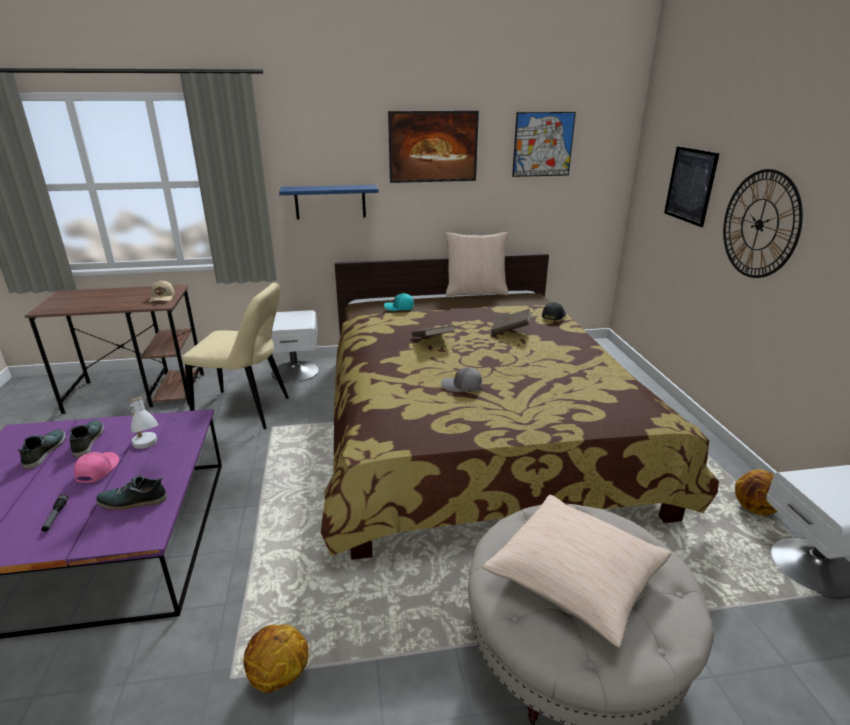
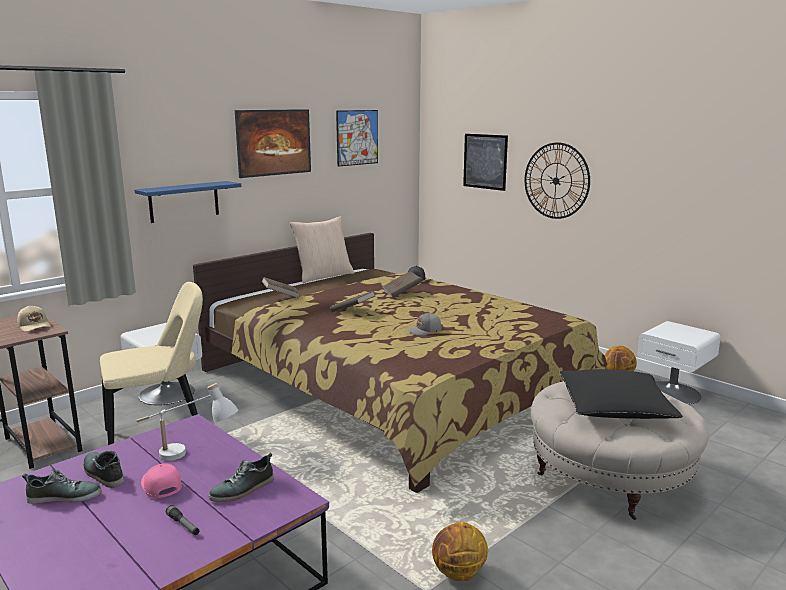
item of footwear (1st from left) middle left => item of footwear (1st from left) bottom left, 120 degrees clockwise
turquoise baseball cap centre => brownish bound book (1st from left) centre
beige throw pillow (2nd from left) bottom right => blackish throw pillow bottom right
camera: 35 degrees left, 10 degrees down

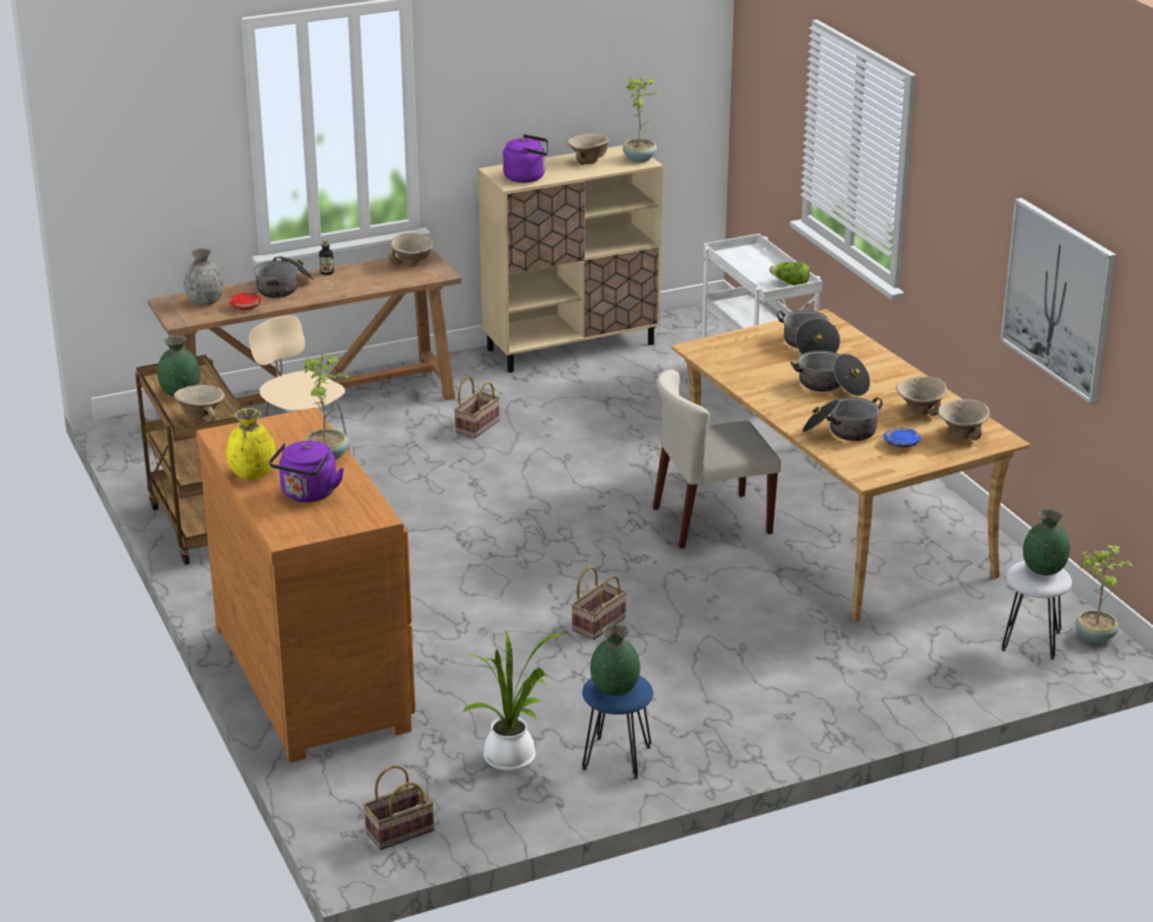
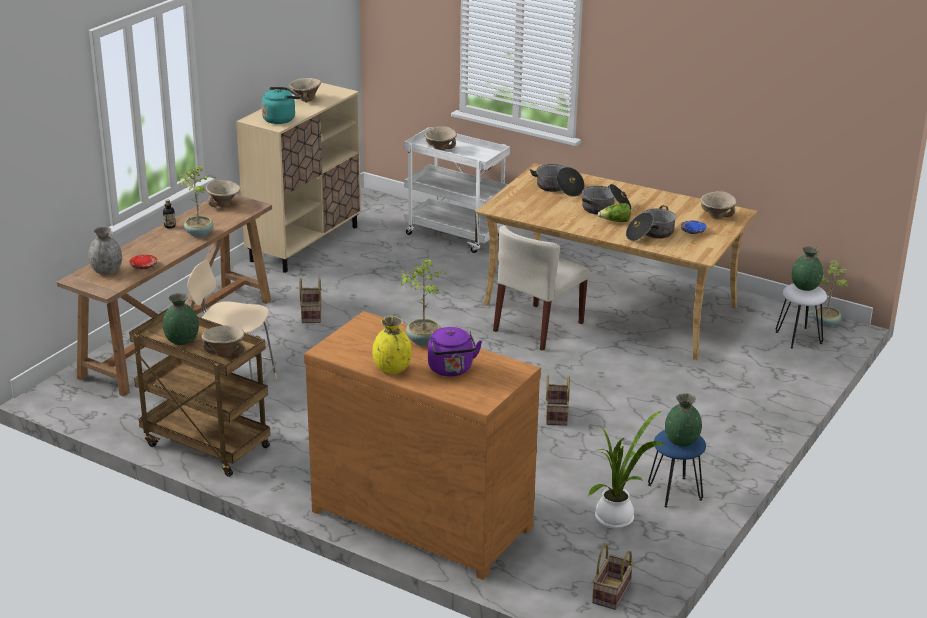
potted plant (3rd from left in the first image) top centre => potted plant (1st from left) top left, moved
purple water kettle (2nd from left) top centre => turquoise water kettle top left
beige serving bowl (4th from left) middle right => beige serving bowl (4th from left) top centre, moved
lettuce head top right => lettuce head centre, moved
stockpot (1st from left) top left => nothing
wall picture top right => nothing
camera: 35 degrees left, 0 degrees up

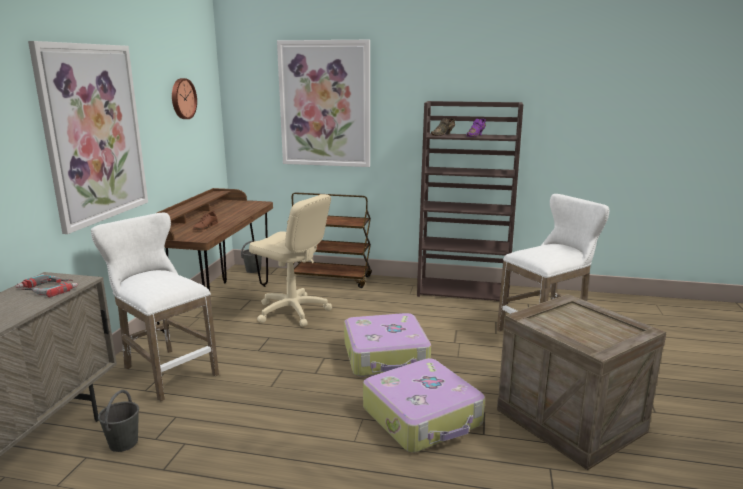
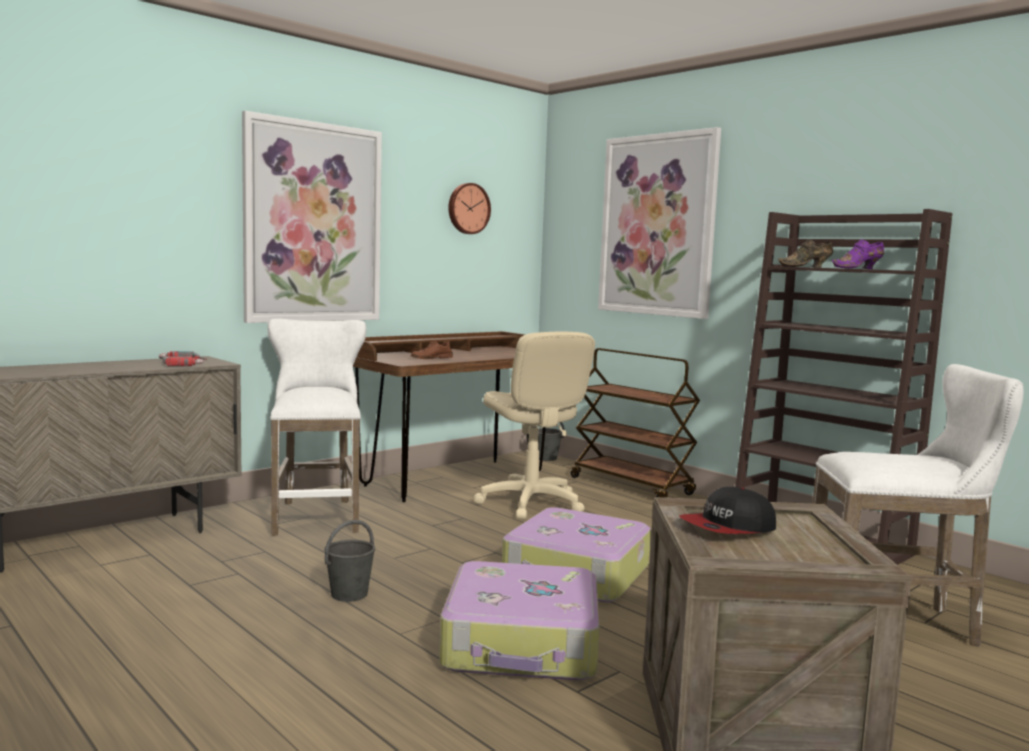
gray pail (1st from left) bottom left => gray pail (1st from left) bottom centre, moved
nothing => baseball cap bottom right
camera: 35 degrees right, 10 degrees down

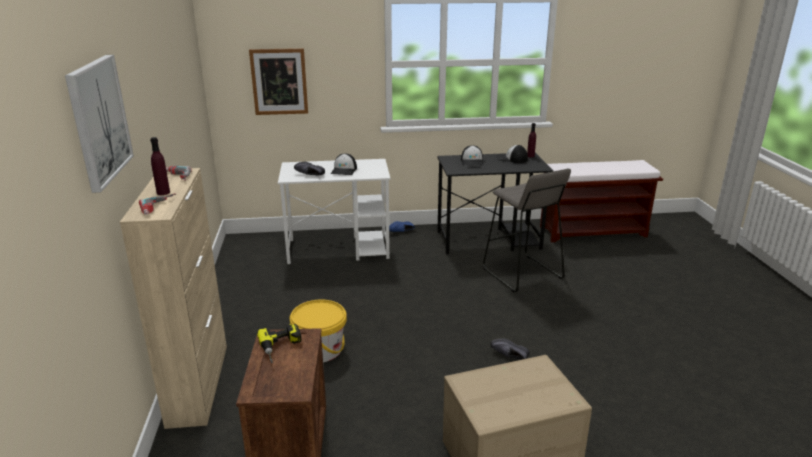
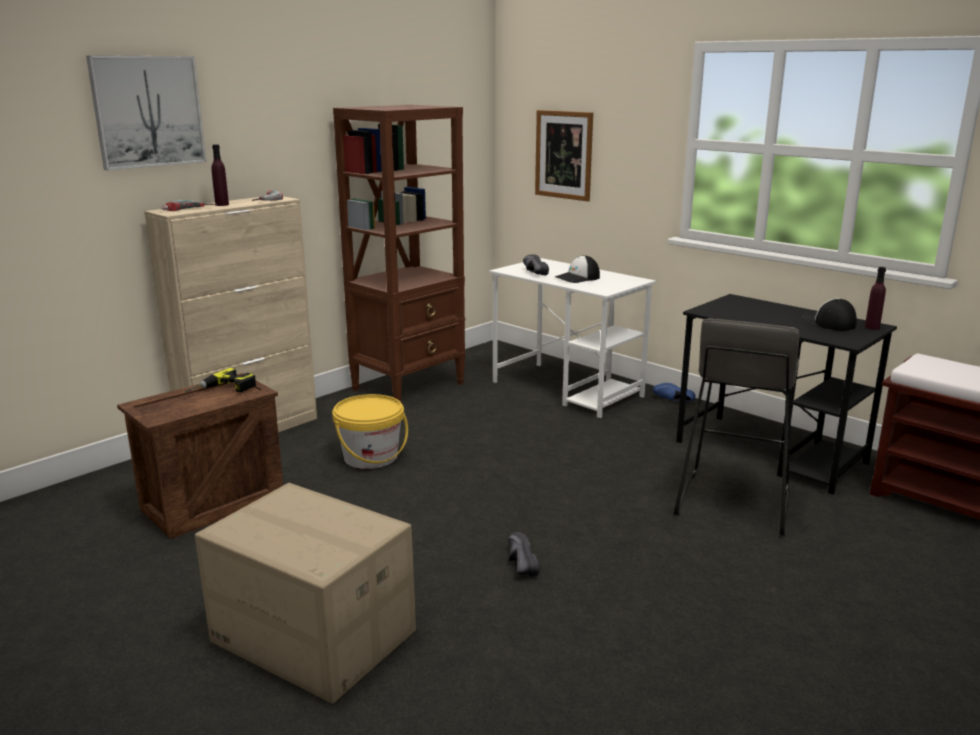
nothing => brownish bookcase centre
baseball cap (2nd from left) centre => nothing
camera: 50 degrees right, 5 degrees down

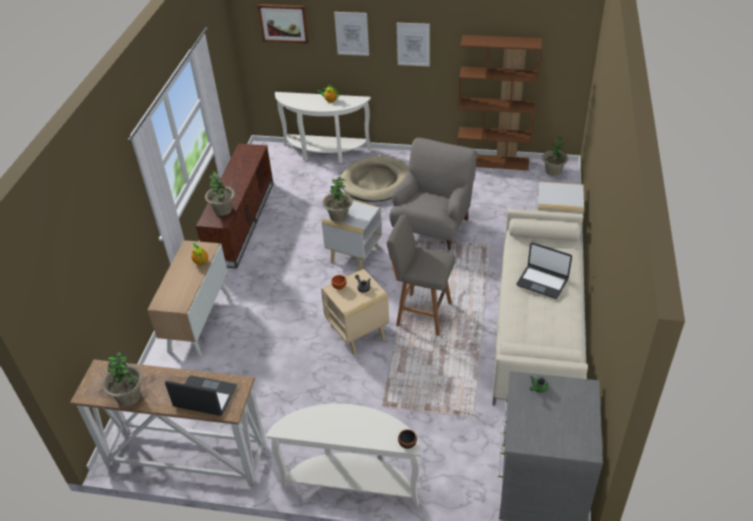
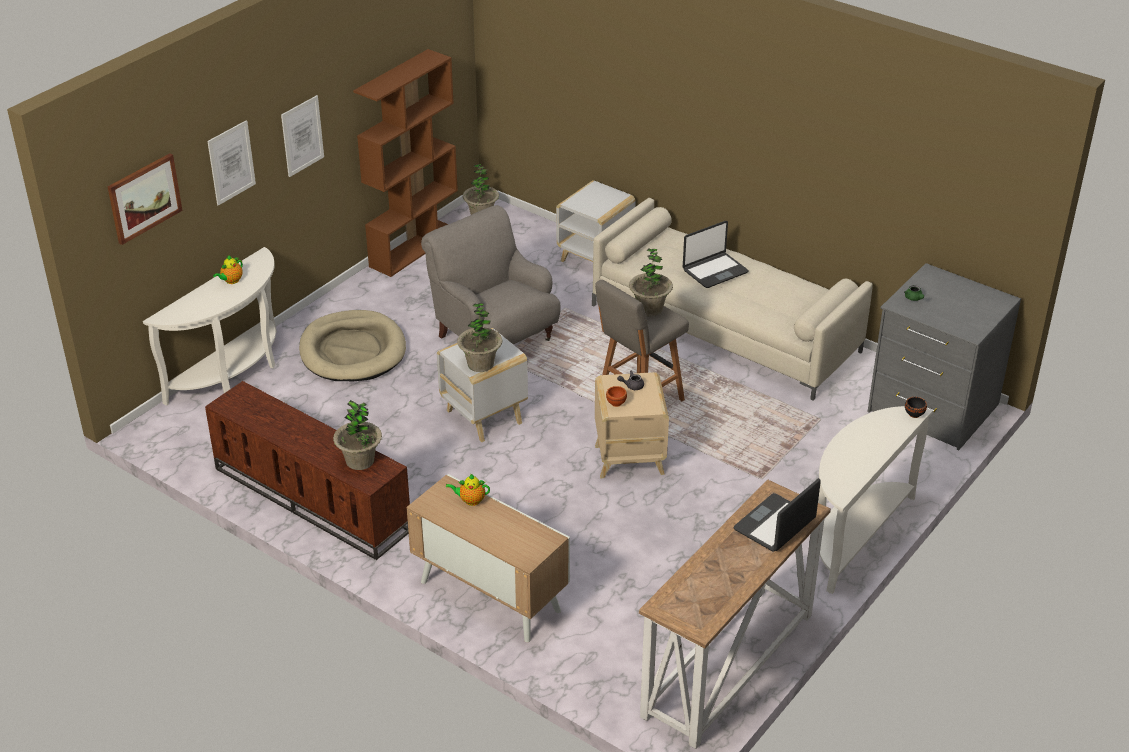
potted plant (1st from left in the first image) bottom left => potted plant (4th from left) centre, moved
camera: 65 degrees left, 5 degrees down

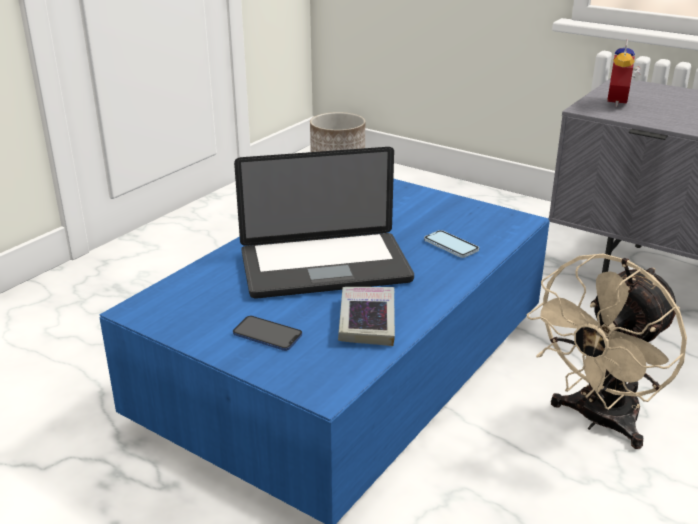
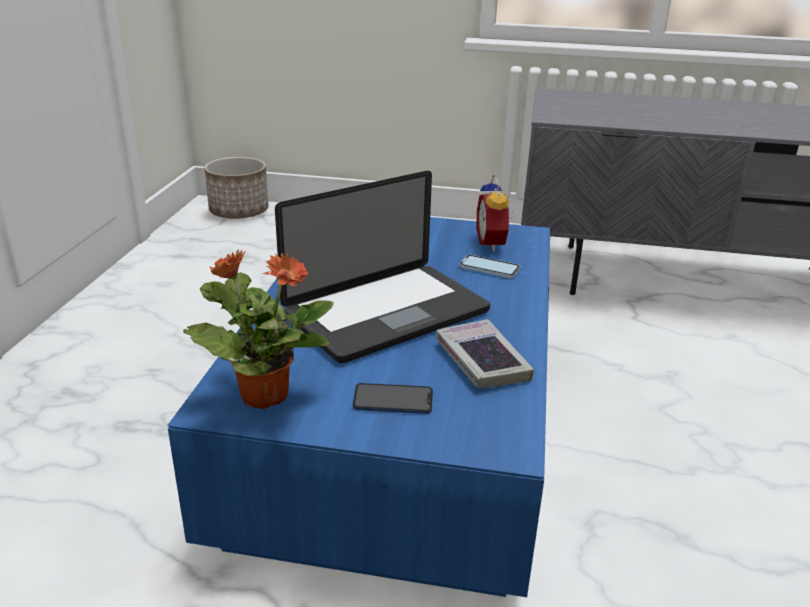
nothing => potted plant middle left
alarm clock top right => alarm clock centre, moved
beige cooling fan bottom right => nothing
camera: 25 degrees left, 0 degrees up

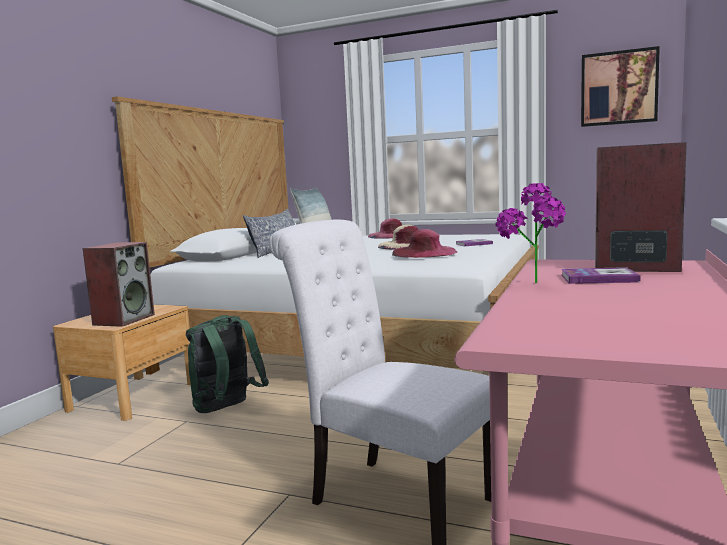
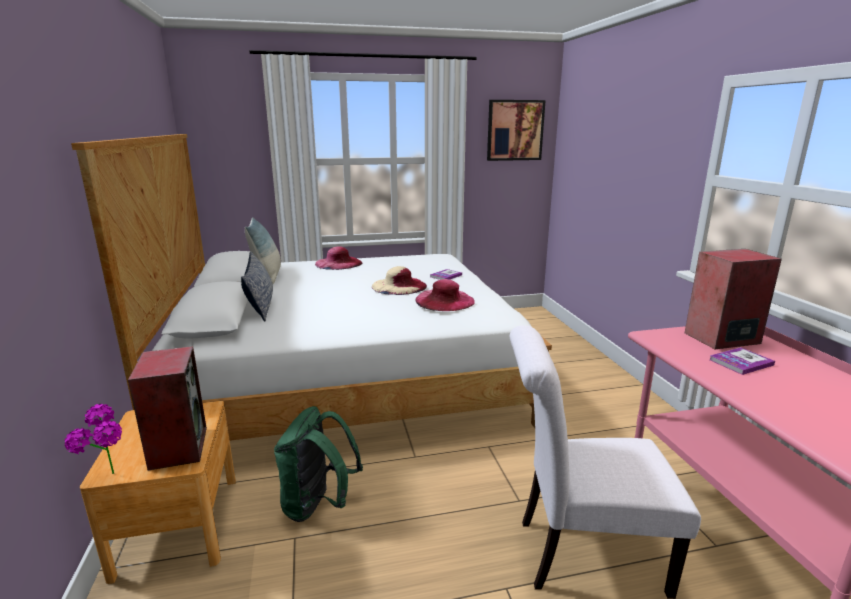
potted plant middle right => potted plant bottom left, moved
camera: 35 degrees left, 10 degrees up

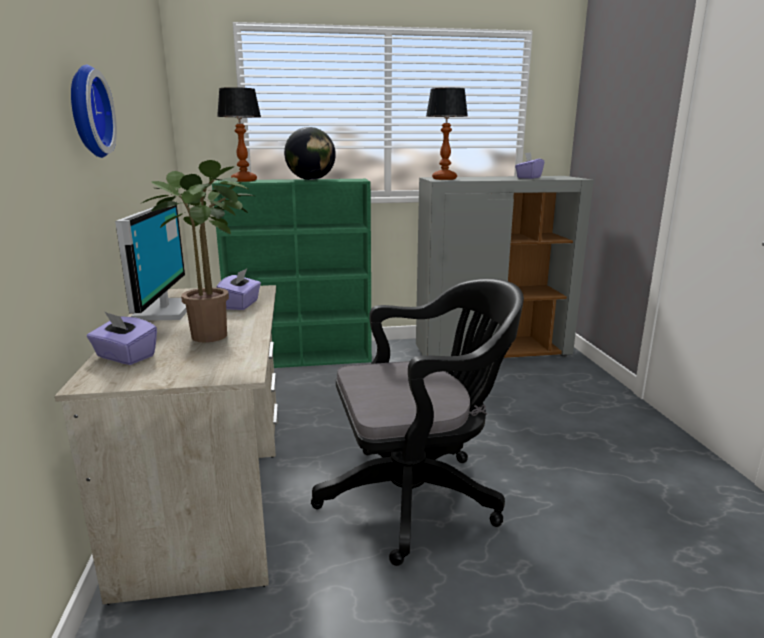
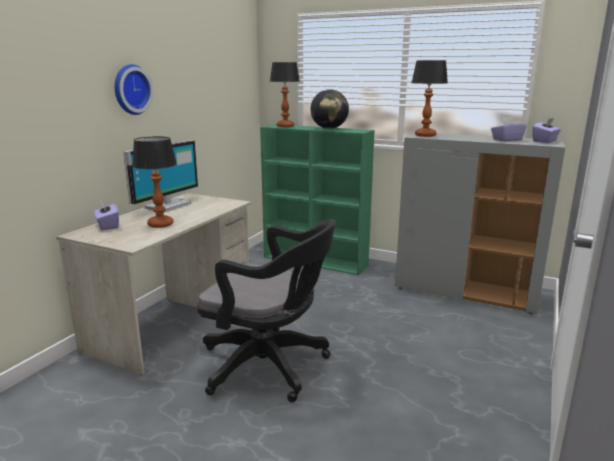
potted plant middle left => lamp for a table (1st from left) middle left
purple tissue holder (2nd from left in the first image) middle left => purple tissue holder (3rd from left) top right, moved
camera: 35 degrees right, 0 degrees up

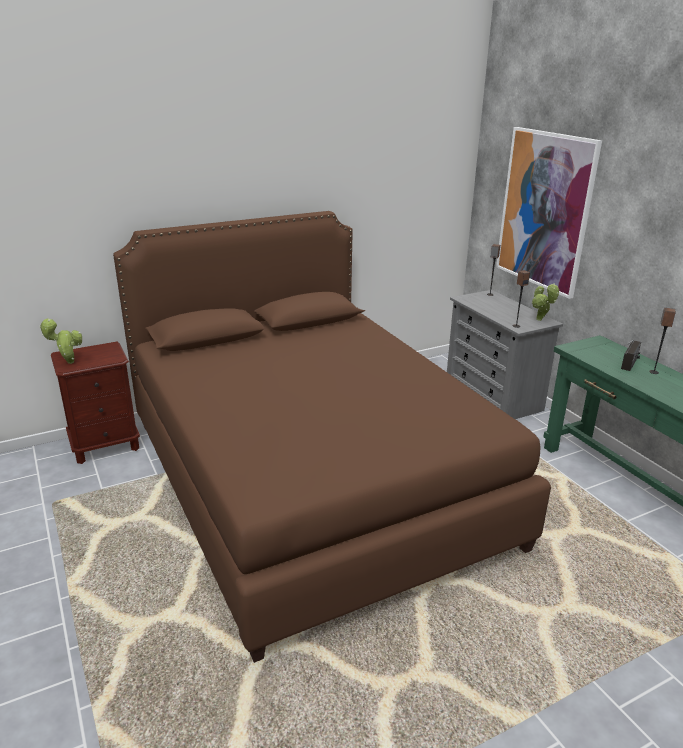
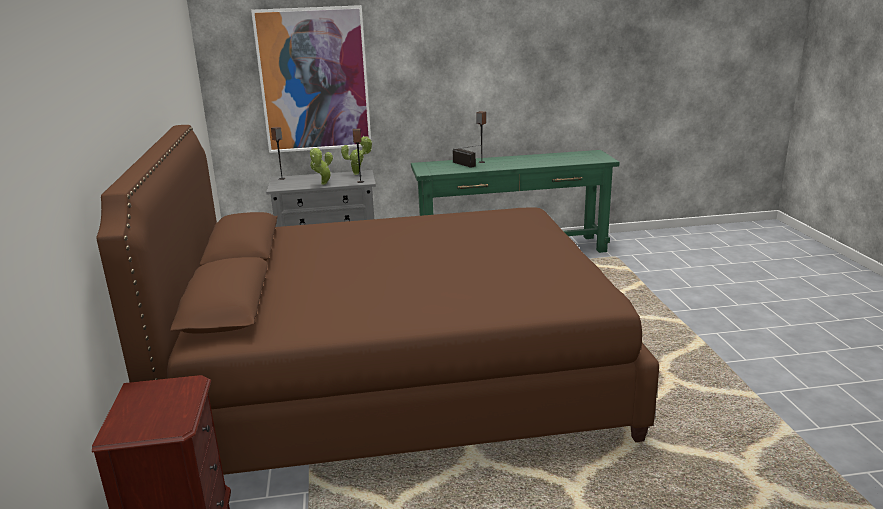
potted plant (1st from left) middle left => potted plant (1st from left) top centre, moved
camera: 70 degrees left, 5 degrees down

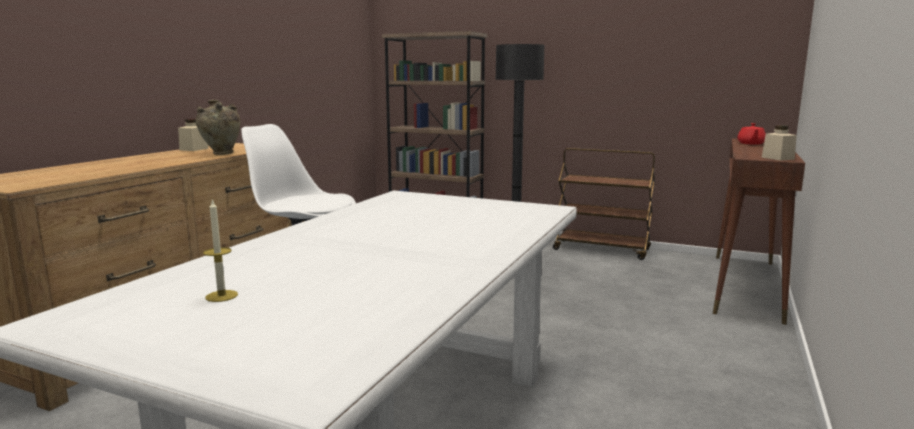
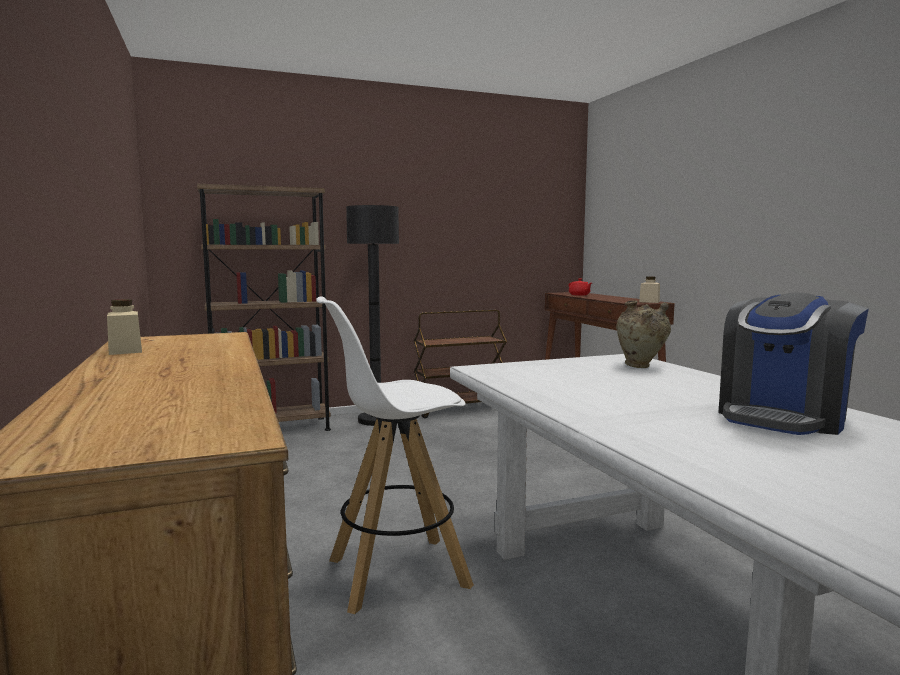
beige decorative vase top left => beige decorative vase middle right, moved
nothing => coffee maker middle right
candle middle left => nothing
camera: 45 degrees left, 5 degrees down

